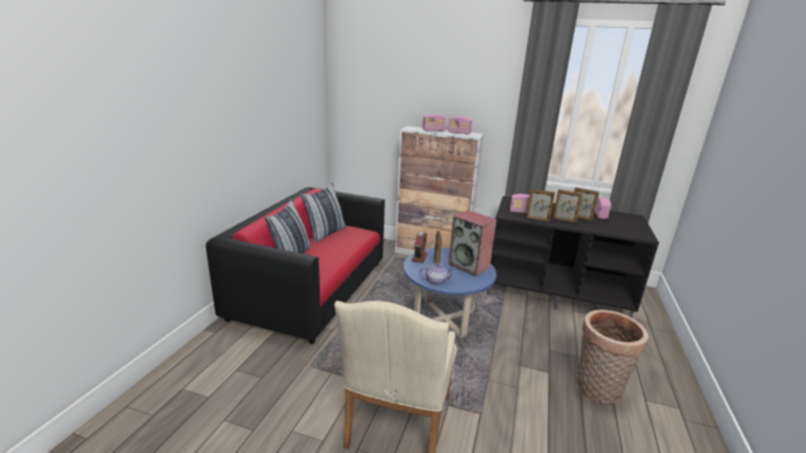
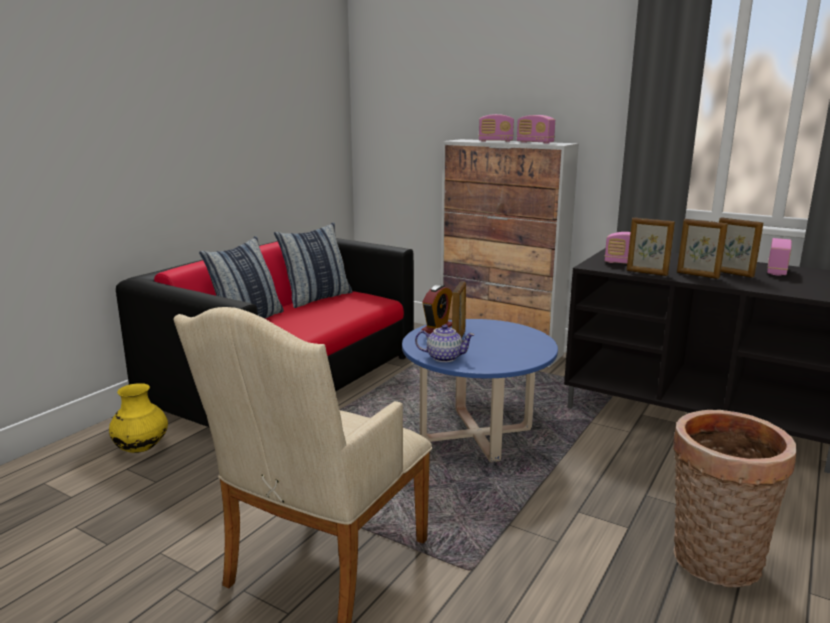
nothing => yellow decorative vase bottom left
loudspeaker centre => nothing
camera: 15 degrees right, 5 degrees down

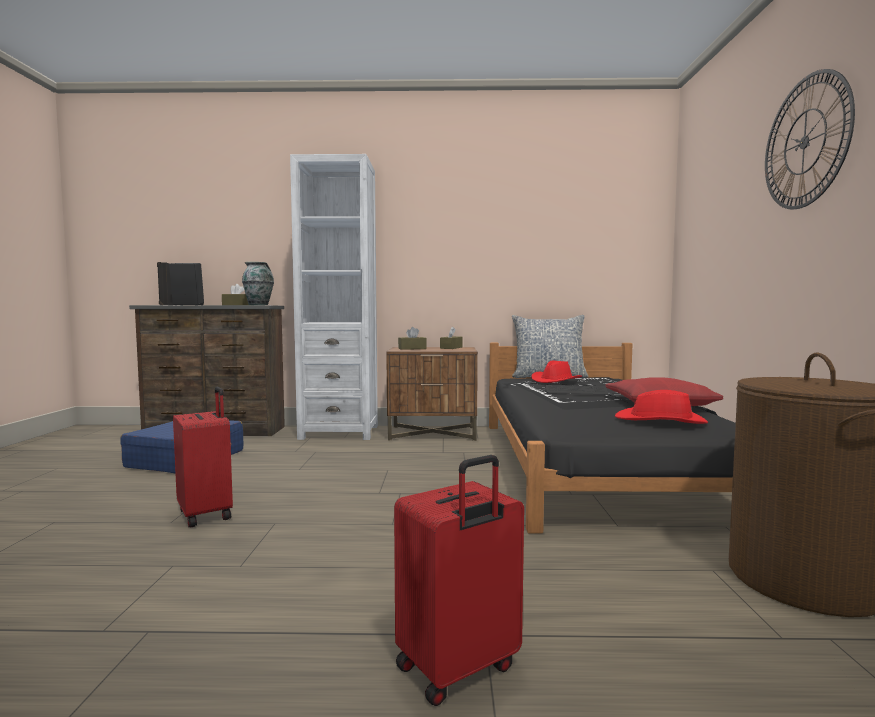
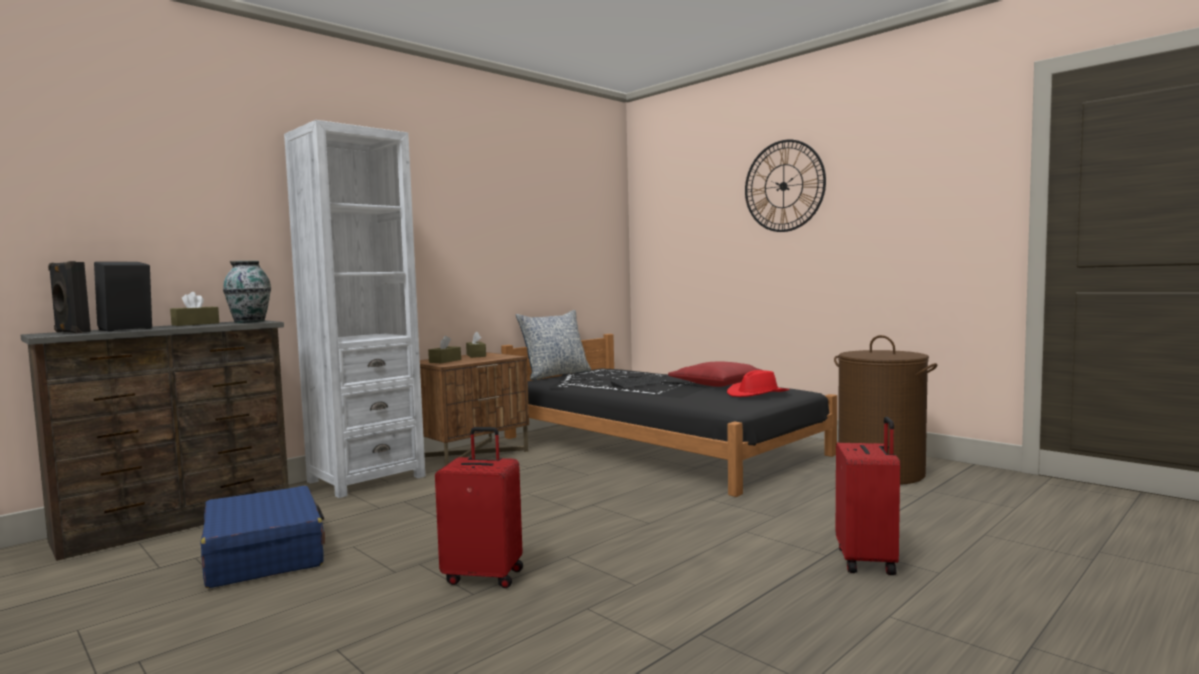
red wearable hat (1st from left) centre => nothing
camera: 45 degrees left, 0 degrees up

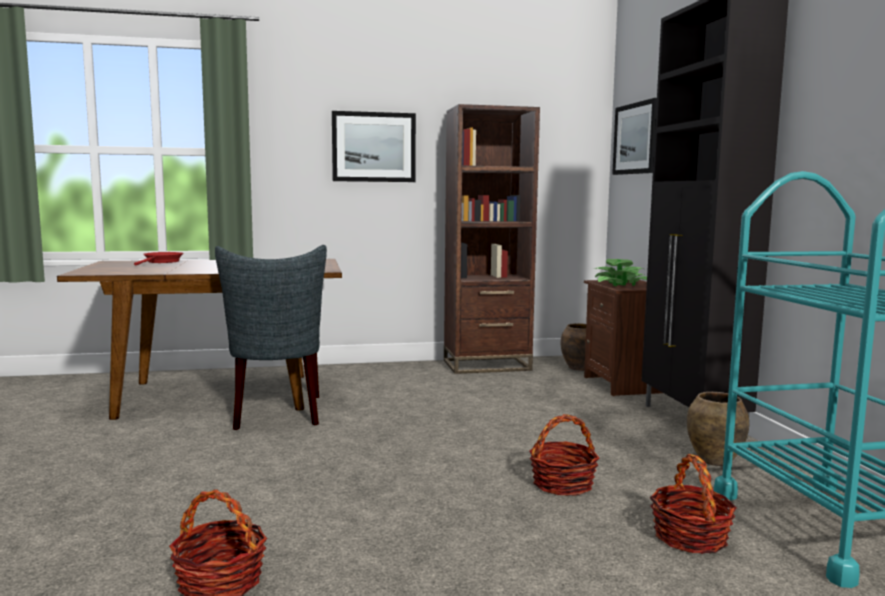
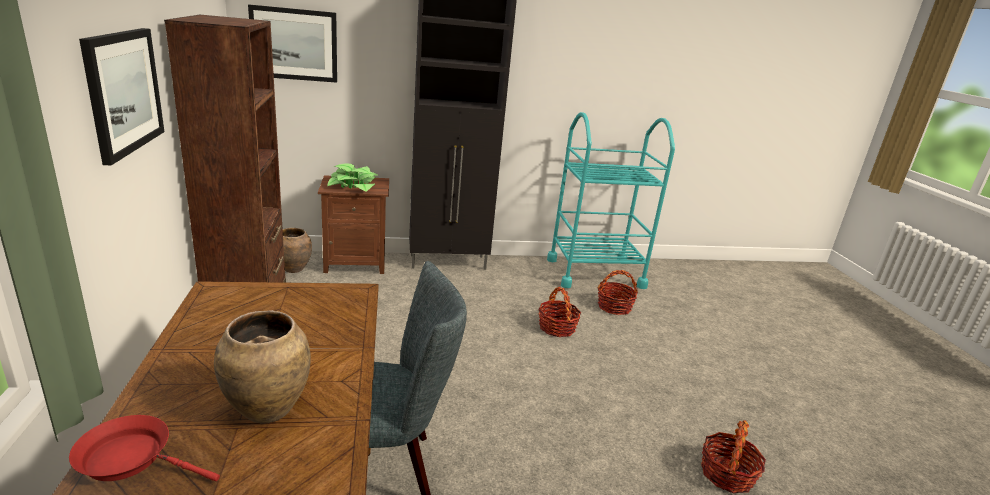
brownish decorative vase (2nd from left in the first image) bottom right => brownish decorative vase (1st from left) bottom left, moved
camera: 90 degrees left, 15 degrees up

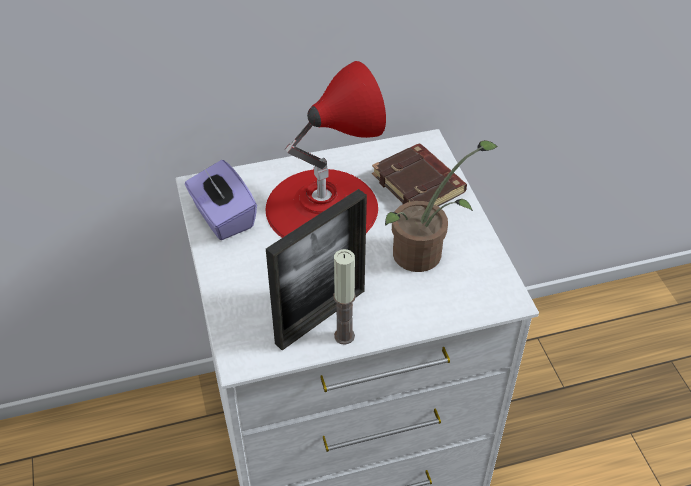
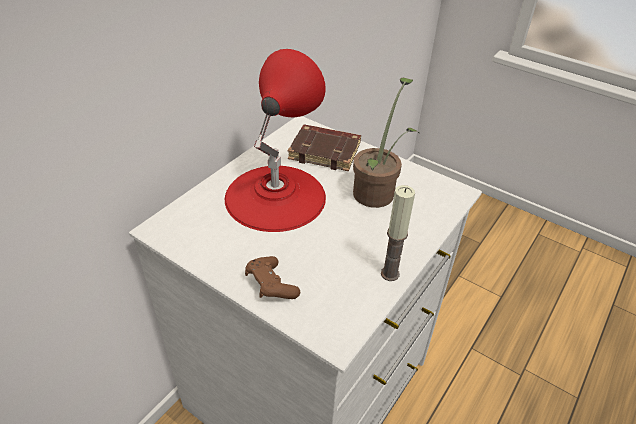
nothing => brownish joypad centre
purple tissue holder middle left => nothing
standing frame centre => nothing
camera: 40 degrees left, 5 degrees down

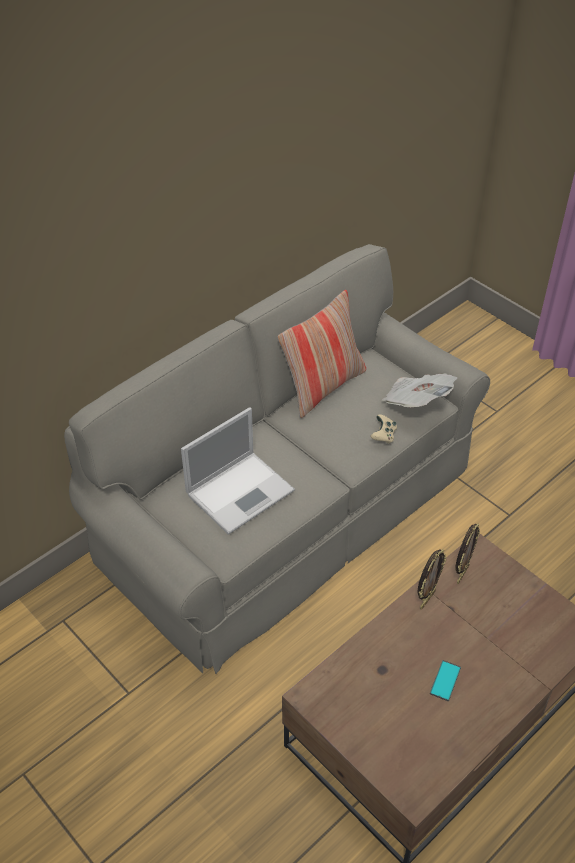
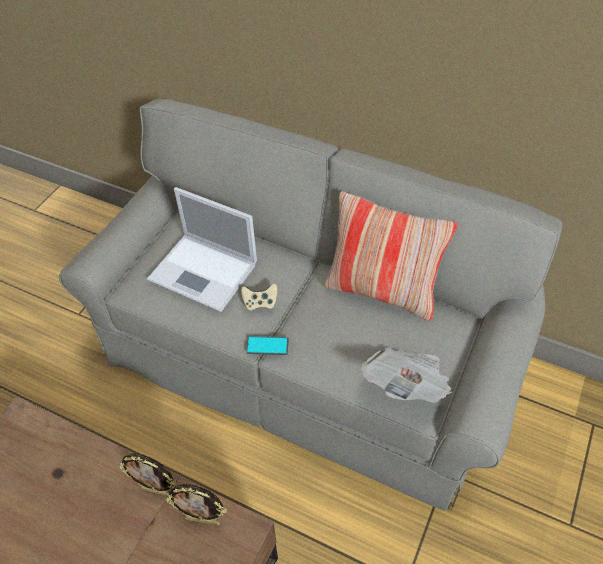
beige joypad middle right => beige joypad centre, moved
telephone bottom right => telephone centre, moved
camera: 70 degrees right, 5 degrees up

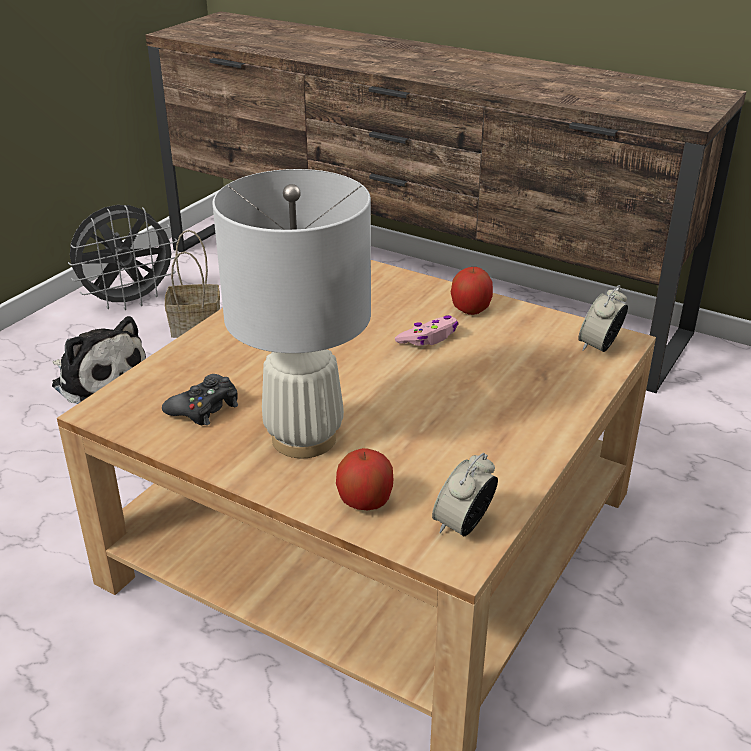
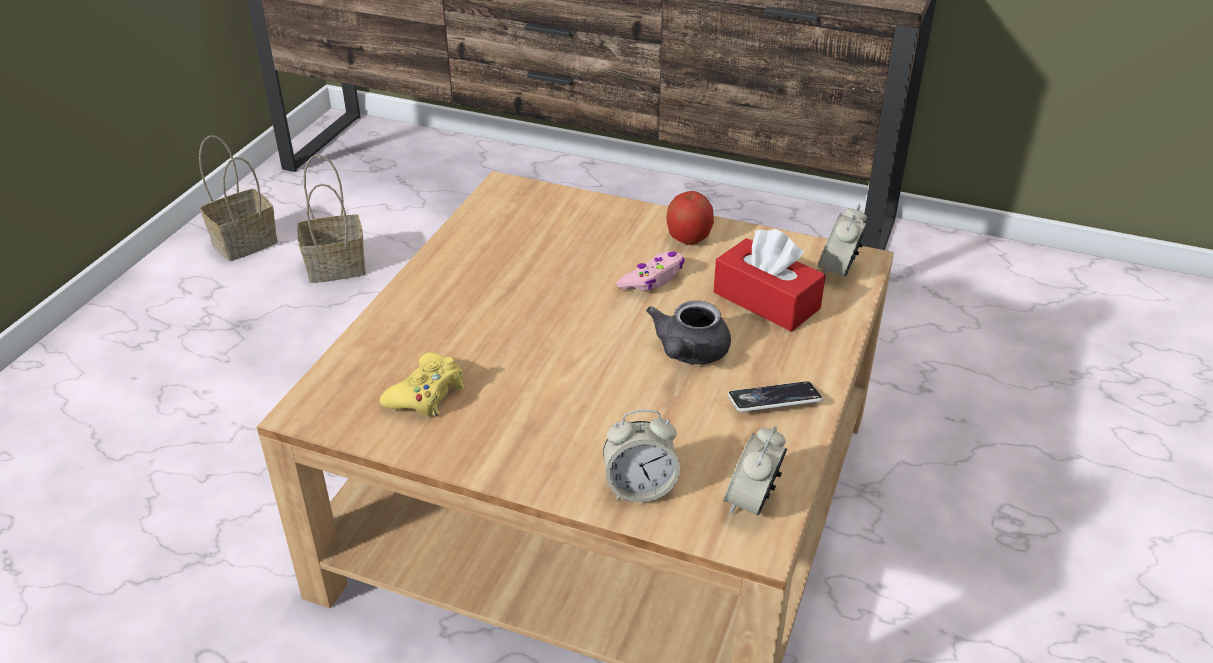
gray cooling fan middle left => storage basket (1st from left) top left
blackish joypad middle left => yellow joypad centre
whole apple (1st from left) centre => alarm clock (1st from left) bottom centre
nothing => gray tea pot centre
nothing => red tissue holder centre
nothing => telephone centre
soft toy middle left => nothing
whitish lamp for a table centre => nothing
camera: 10 degrees left, 5 degrees up

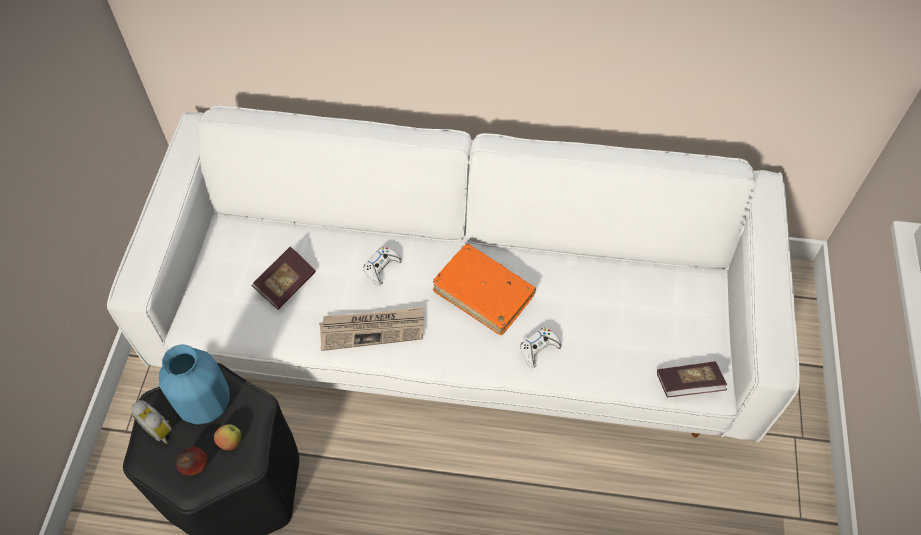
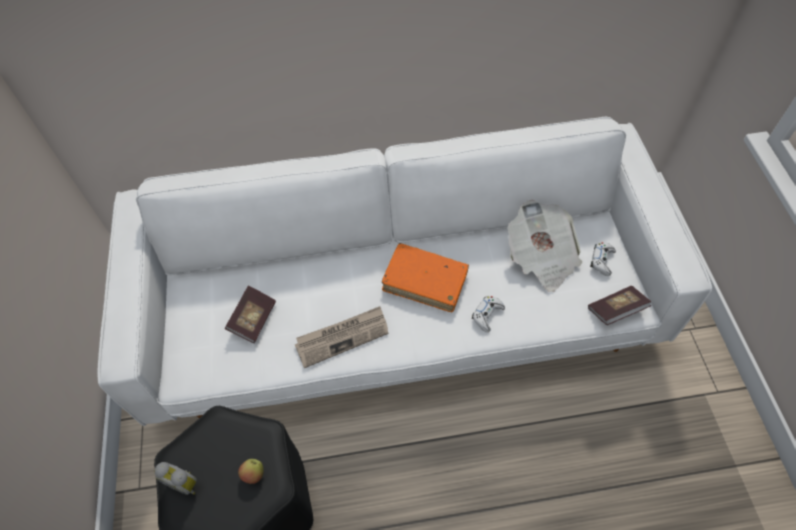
nothing => daily paper (2nd from left) middle right
whitish joypad (1st from left in the first image) centre => whitish joypad (2nd from left) middle right, moved
blue-coloured decorative vase bottom left => nothing
whole apple (1st from left) bottom left => nothing
camera: 15 degrees left, 0 degrees up

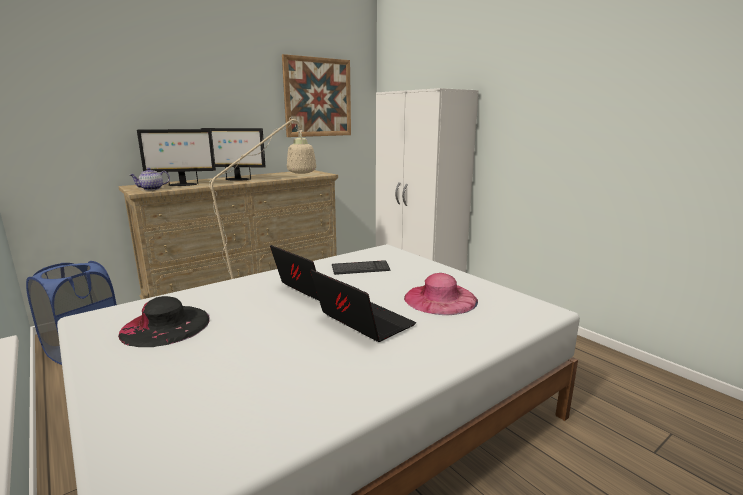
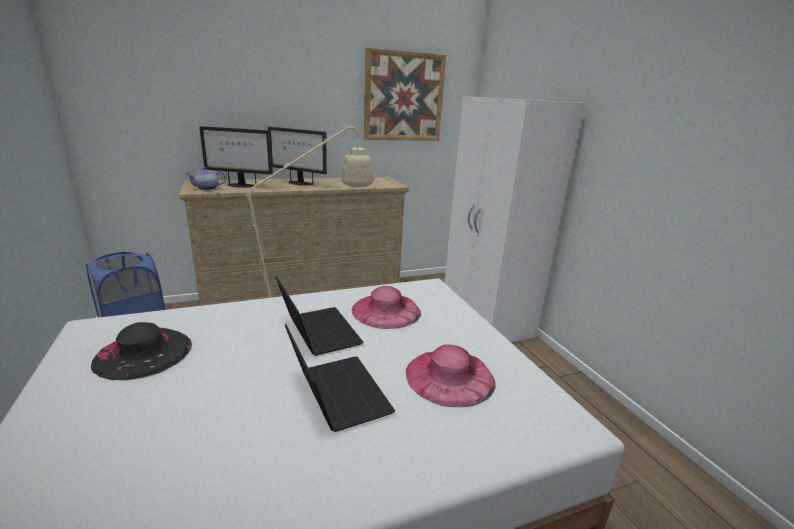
keyboard centre => pink-coloured wearable hat (1st from left) centre
camera: 15 degrees right, 5 degrees up

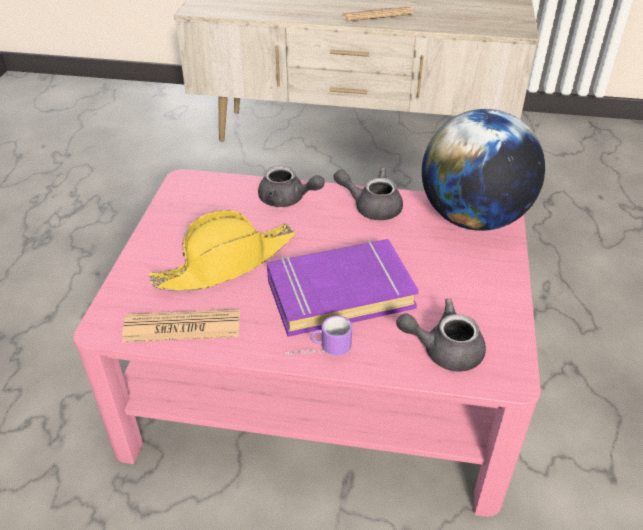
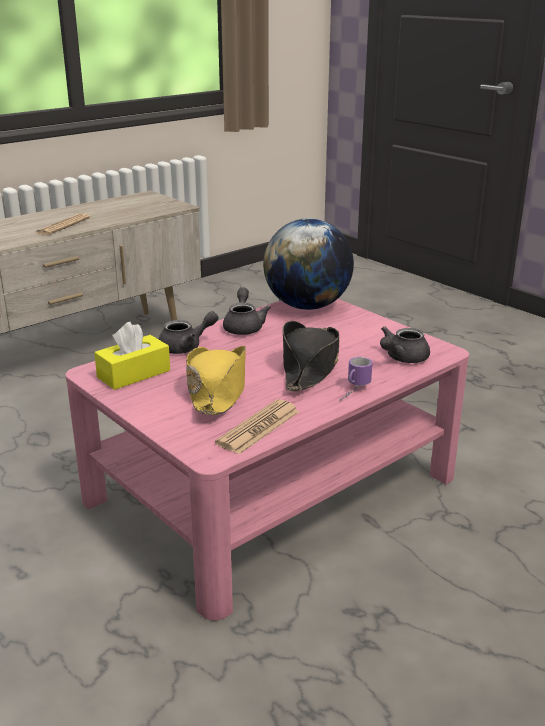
nothing => yellow tissue holder middle left
gray tea pot (2nd from left) centre, 120 degrees clockwise
purple bound book centre => blackish wearable hat centre
camera: 50 degrees left, 15 degrees down

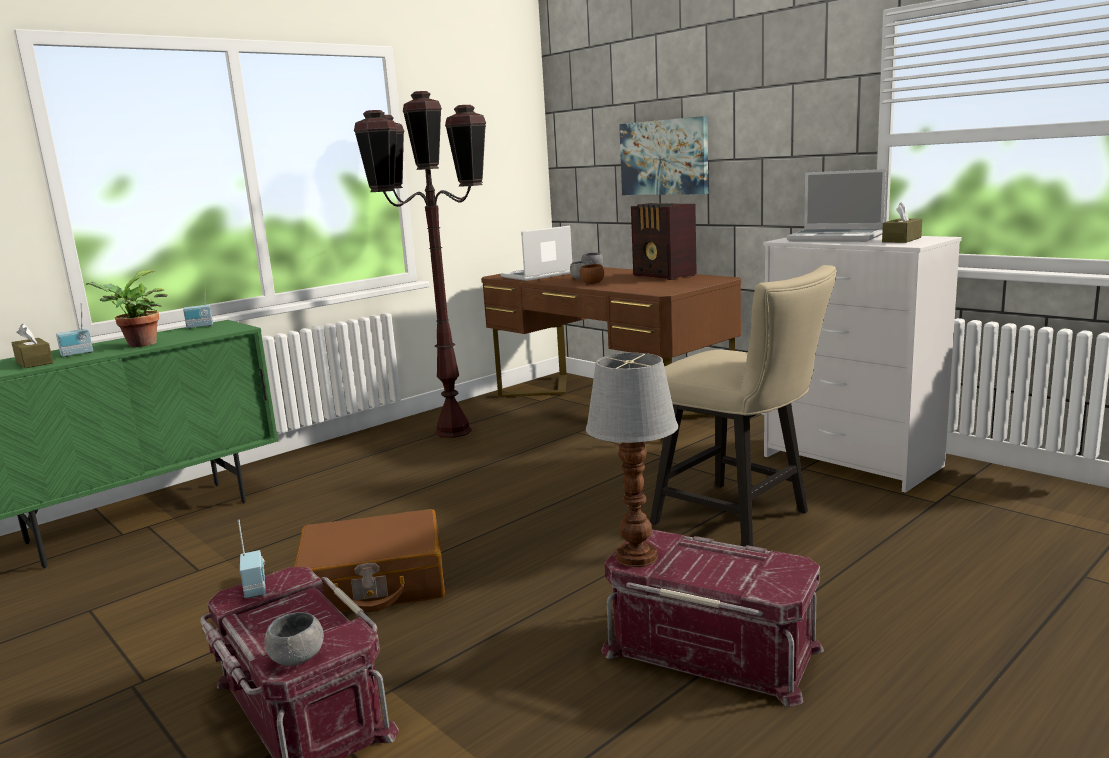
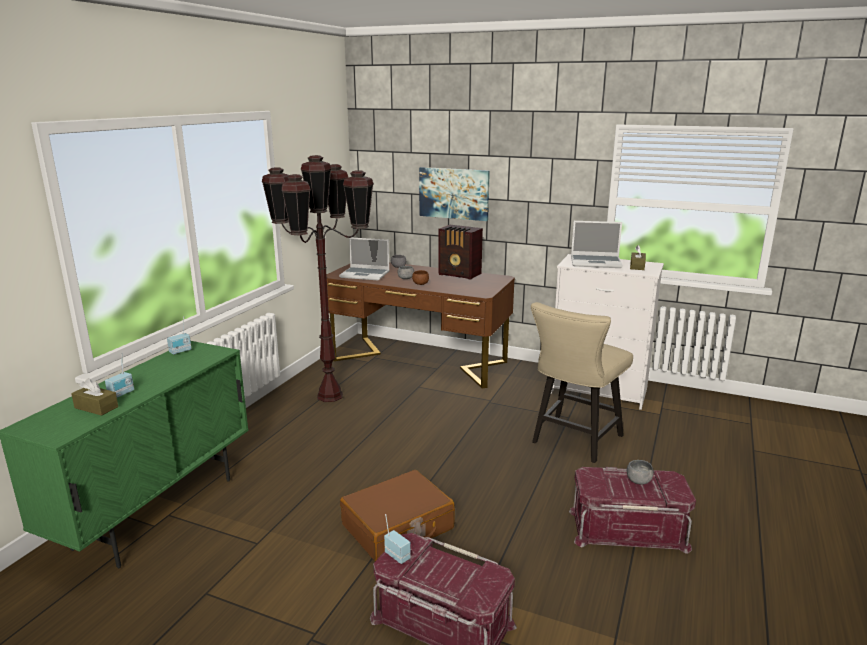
portable computer (1st from left) centre, 105 degrees counterclockwise
beige upright chair middle right, 105 degrees clockwise
gray serving bowl (1st from left in the first image) bottom left => gray serving bowl (3rd from left) bottom right, moved
potted plant middle left => nothing
lamp for a table centre => nothing
camera: 25 degrees left, 5 degrees up

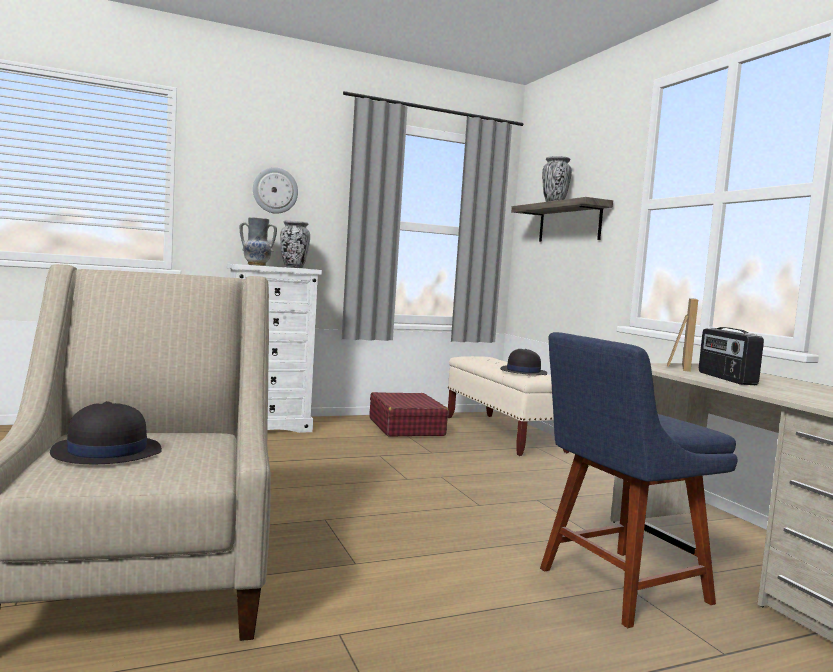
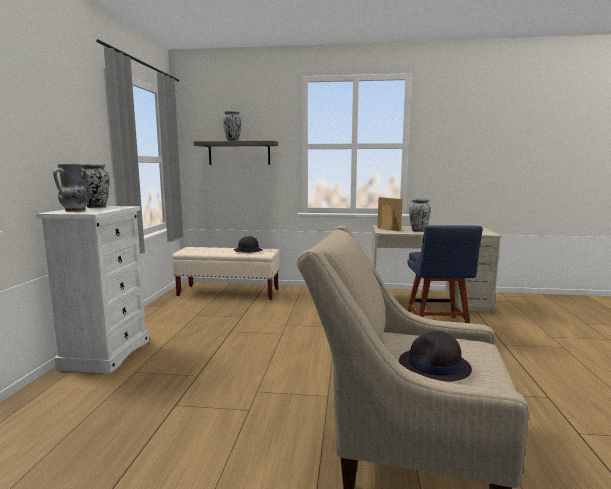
radio middle right => decorative vase (4th from left) middle right
wall clock top left => nothing
red suitcase centre => nothing
camera: 60 degrees left, 5 degrees up

